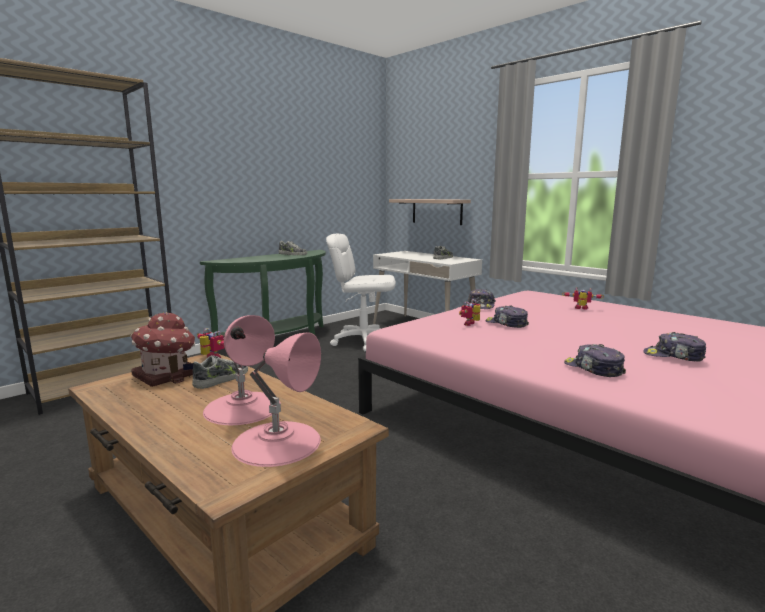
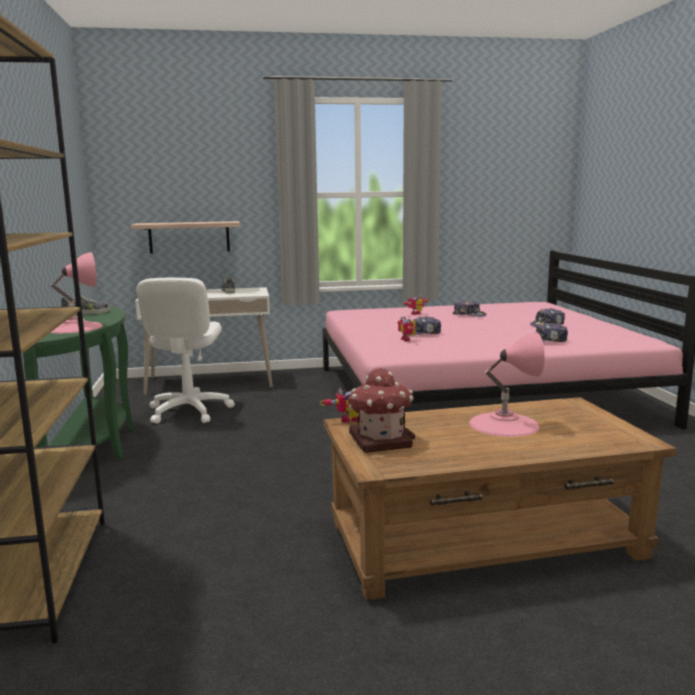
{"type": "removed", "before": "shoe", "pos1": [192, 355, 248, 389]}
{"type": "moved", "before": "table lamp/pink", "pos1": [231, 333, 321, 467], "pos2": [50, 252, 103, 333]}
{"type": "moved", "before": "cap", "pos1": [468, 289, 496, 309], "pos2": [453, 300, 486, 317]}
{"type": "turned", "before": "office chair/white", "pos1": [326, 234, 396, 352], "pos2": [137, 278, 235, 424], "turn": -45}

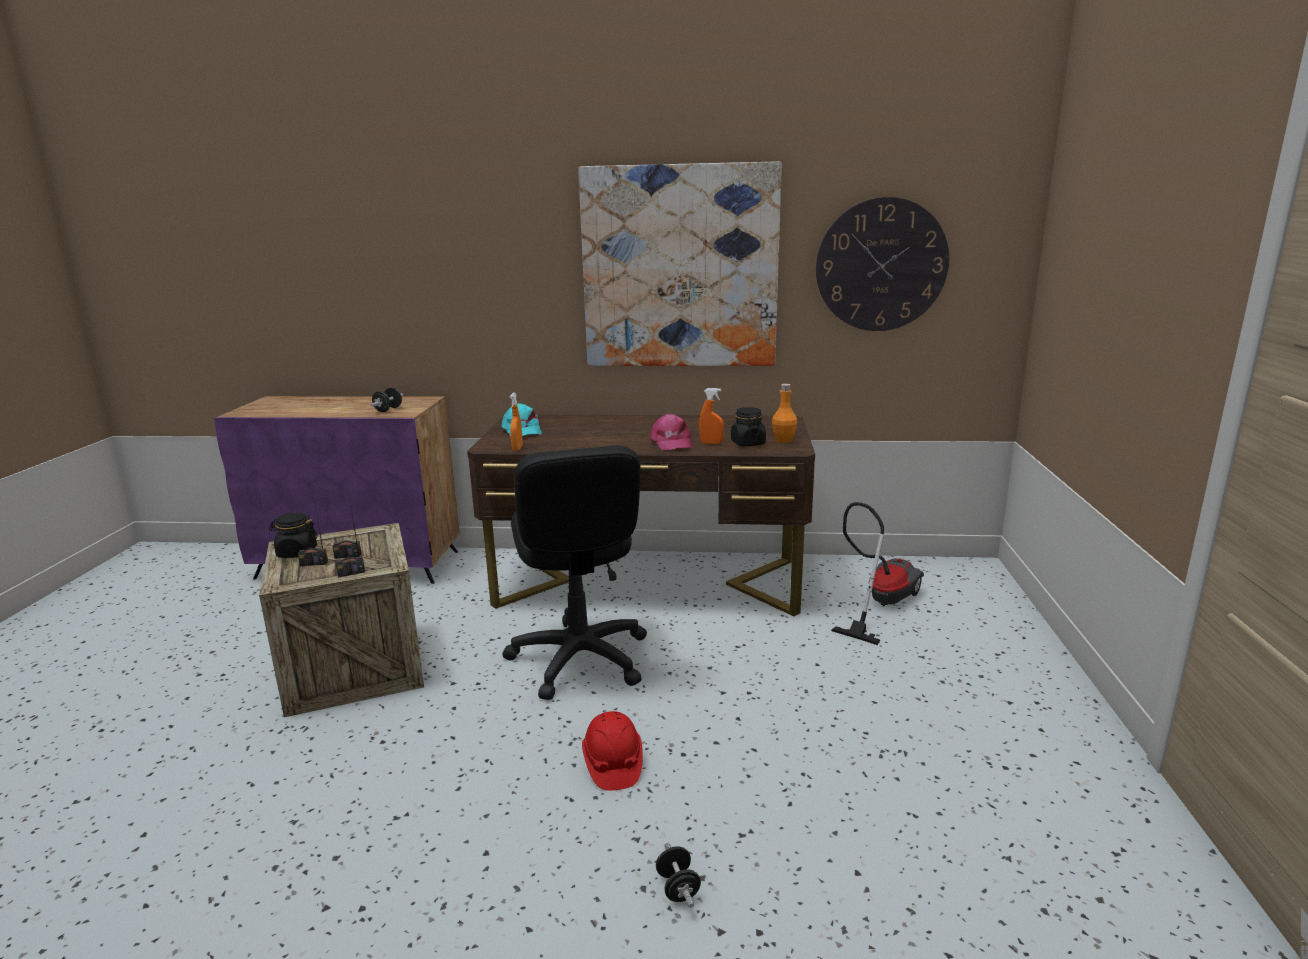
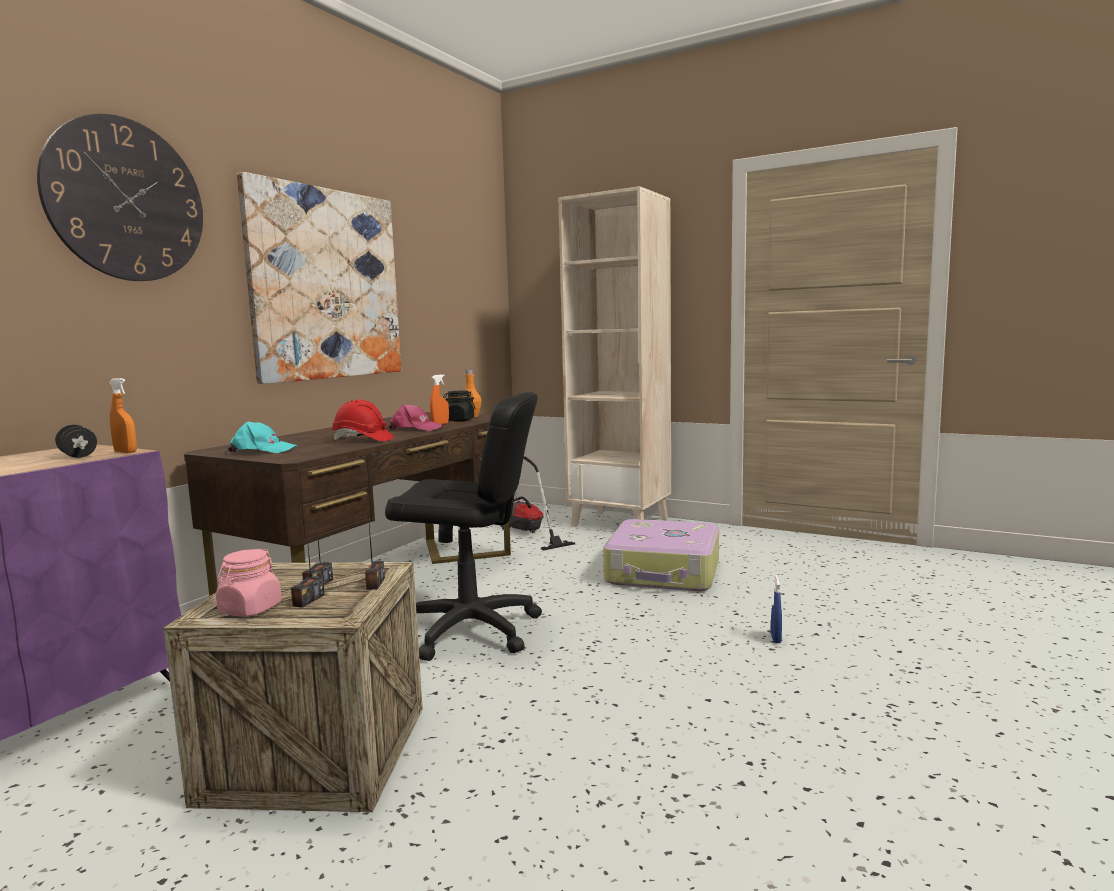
{"type": "added", "after": "bookcase/beige", "pos2": [558, 186, 671, 527]}
{"type": "added", "after": "suitcase", "pos2": [603, 519, 719, 591]}
{"type": "moved", "before": "spray bottle/orange", "pos1": [510, 392, 523, 451], "pos2": [109, 378, 137, 453]}
{"type": "moved", "before": "hard hat/red", "pos1": [582, 711, 643, 791], "pos2": [332, 399, 394, 441]}
{"type": "moved", "before": "wall clock", "pos1": [816, 197, 949, 331], "pos2": [37, 114, 203, 281]}
{"type": "replaced", "before": "dumbbell/black", "after": "spray bottle/blue", "pos1": [656, 843, 701, 908], "pos2": [771, 575, 782, 643]}
{"type": "recoloured", "before": "jar/black", "after": "jar/pink", "pos1": [269, 512, 318, 558], "pos2": [216, 549, 282, 617]}

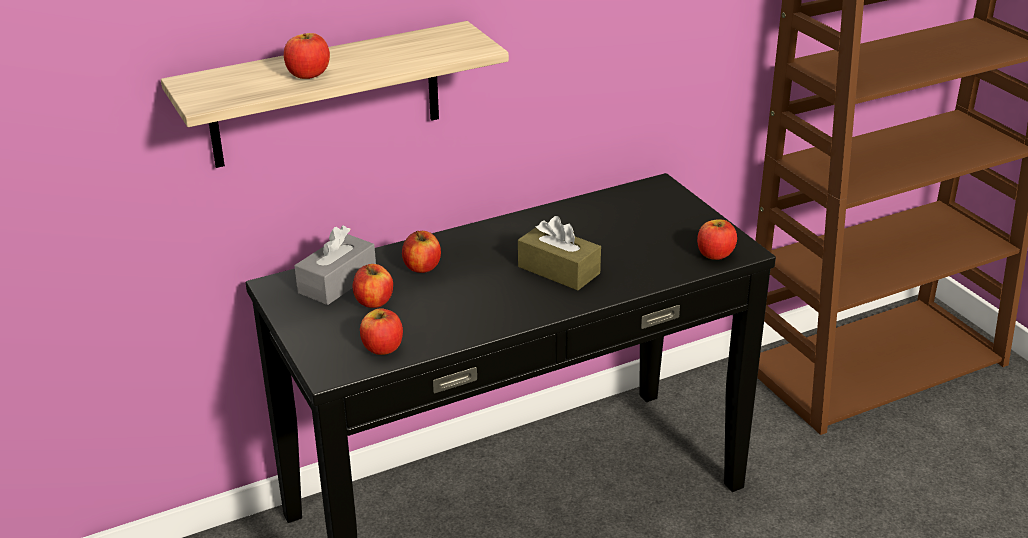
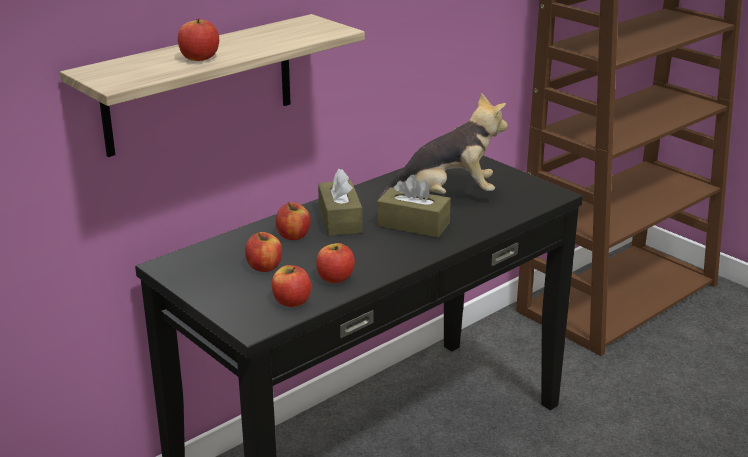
{"type": "removed", "before": "tissue box/grey", "pos1": [294, 226, 376, 305]}
{"type": "added", "after": "tissue box/brown", "pos2": [318, 169, 362, 236]}
{"type": "added", "after": "plush toy", "pos2": [377, 93, 508, 201]}
{"type": "moved", "before": "apple", "pos1": [697, 219, 737, 260], "pos2": [316, 243, 355, 283]}

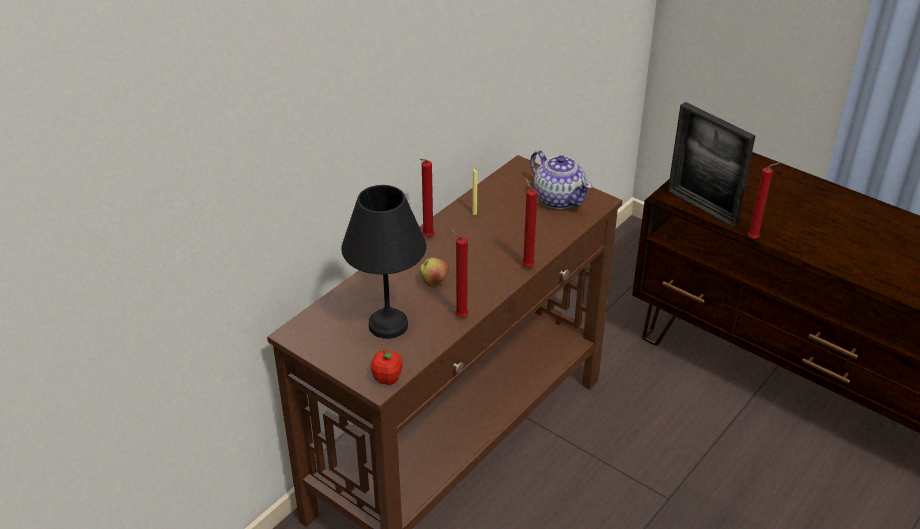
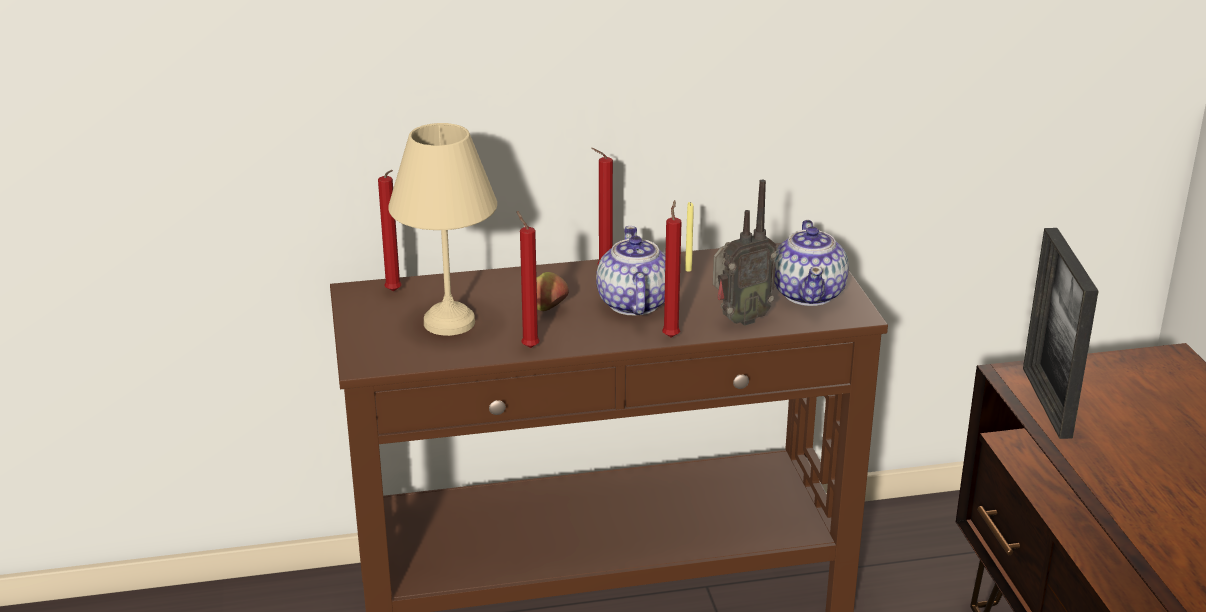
{"type": "removed", "before": "apple", "pos1": [371, 343, 402, 385]}
{"type": "added", "after": "teapot", "pos2": [596, 226, 665, 315]}
{"type": "added", "after": "radio", "pos2": [713, 180, 777, 326]}
{"type": "moved", "before": "candle/red", "pos1": [748, 163, 780, 239], "pos2": [378, 170, 402, 292]}
{"type": "recoloured", "before": "table lamp/black", "after": "table lamp/beige", "pos1": [341, 185, 427, 339], "pos2": [388, 123, 497, 336]}

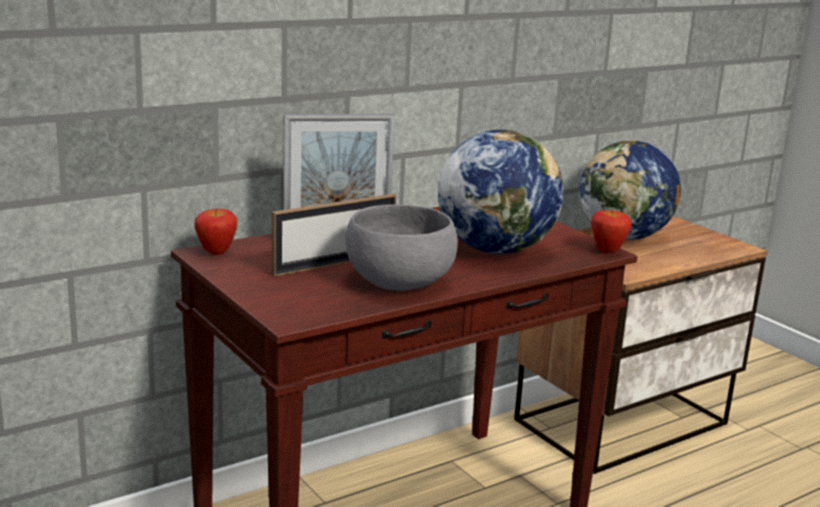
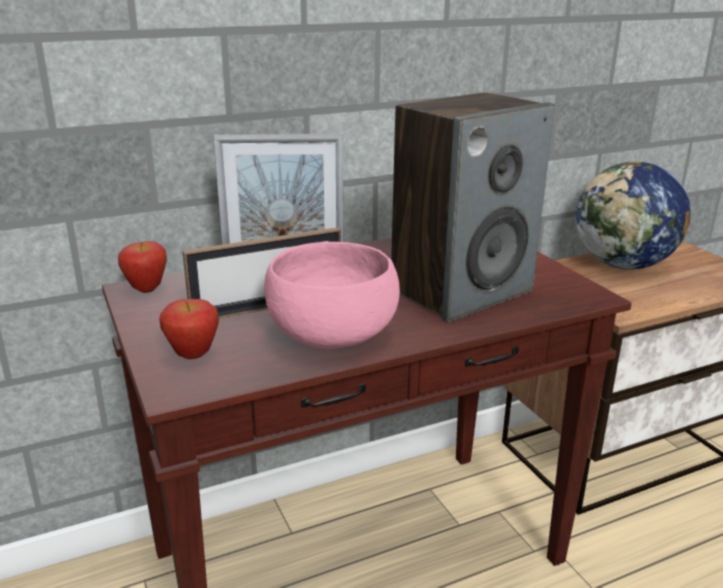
{"type": "moved", "before": "apple", "pos1": [591, 210, 632, 253], "pos2": [159, 299, 219, 359]}
{"type": "replaced", "before": "globe", "after": "speaker", "pos1": [438, 130, 564, 254], "pos2": [391, 92, 555, 322]}
{"type": "recoloured", "before": "bowl/grey", "after": "bowl/pink", "pos1": [345, 204, 458, 291], "pos2": [264, 242, 400, 349]}

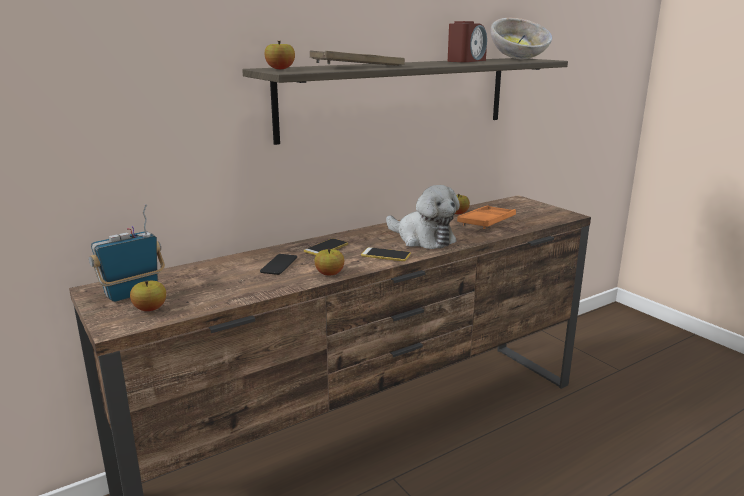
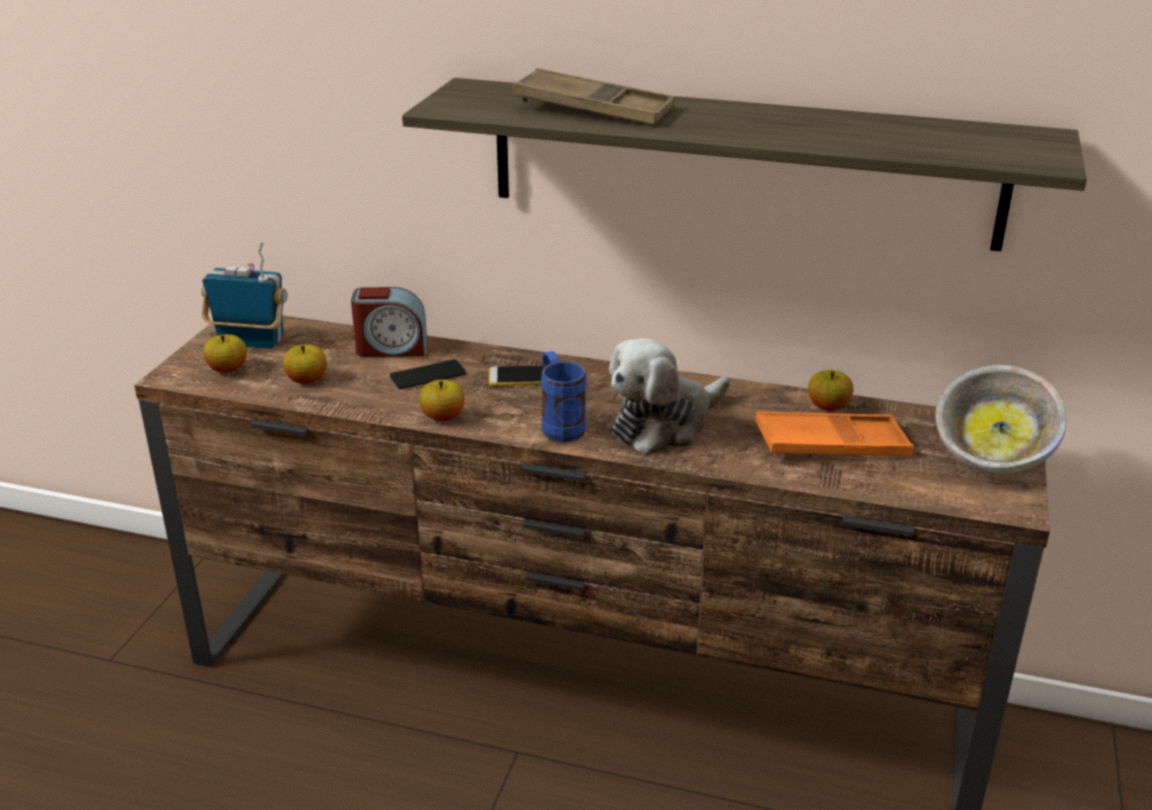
{"type": "moved", "before": "apple", "pos1": [264, 41, 295, 69], "pos2": [283, 345, 327, 384]}
{"type": "moved", "before": "alarm clock", "pos1": [448, 21, 487, 63], "pos2": [351, 287, 427, 357]}
{"type": "moved", "before": "bowl", "pos1": [490, 18, 552, 59], "pos2": [935, 365, 1067, 474]}
{"type": "replaced", "before": "phone", "after": "mug/blue", "pos1": [361, 247, 411, 261], "pos2": [541, 351, 586, 442]}
{"type": "turned", "before": "plush toy", "pos1": [386, 185, 460, 249], "pos2": [609, 338, 730, 455], "turn": 45}

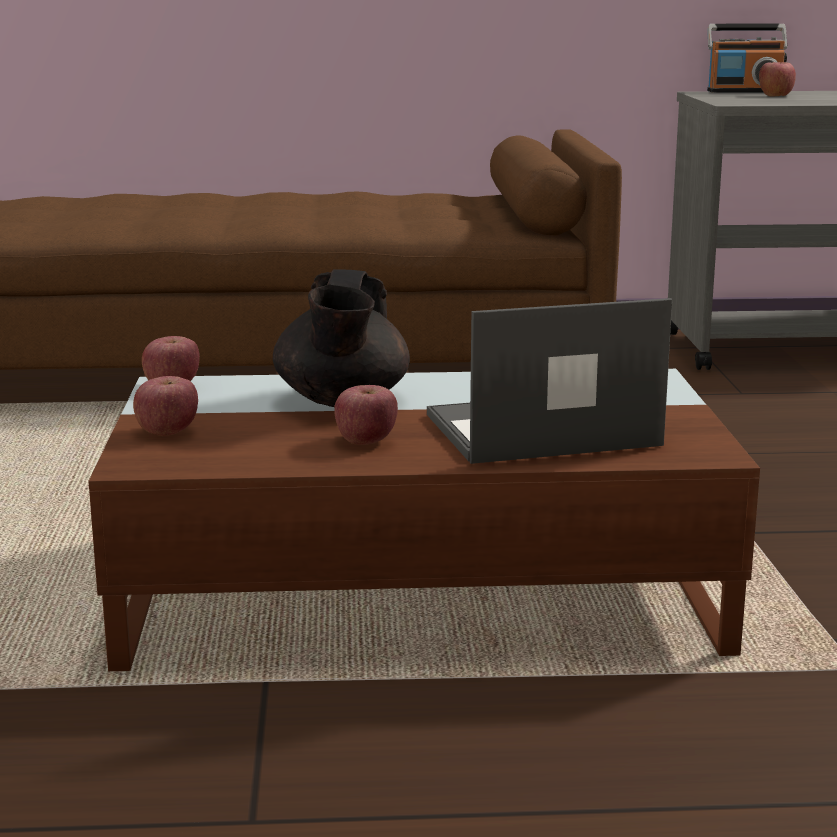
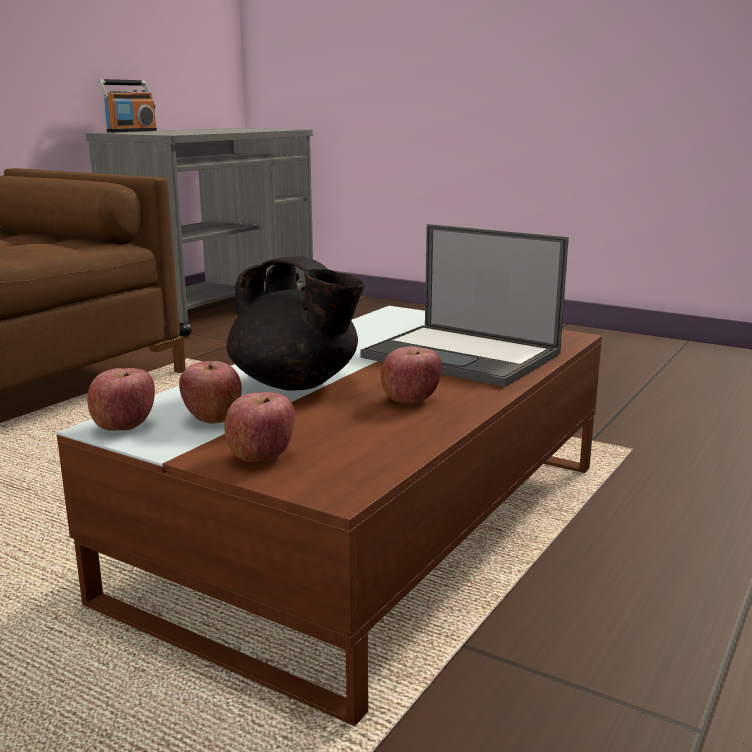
{"type": "moved", "before": "apple", "pos1": [759, 62, 796, 97], "pos2": [179, 361, 242, 424]}
{"type": "turned", "before": "laptop", "pos1": [427, 298, 672, 464], "pos2": [361, 224, 569, 387], "turn": -75}

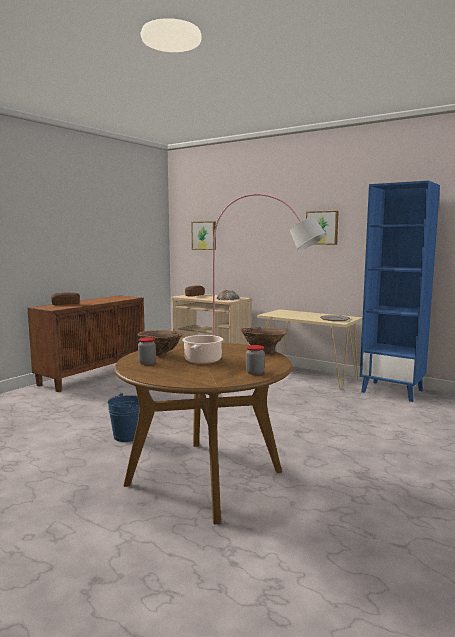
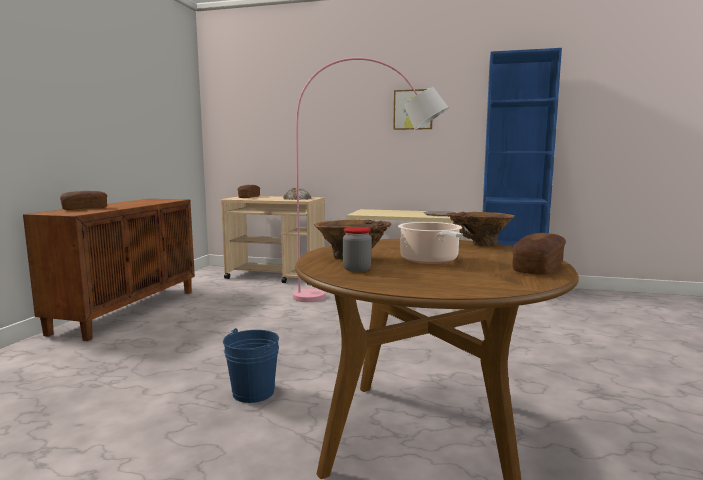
{"type": "removed", "before": "picture", "pos1": [191, 221, 216, 250]}
{"type": "replaced", "before": "jar", "after": "bread", "pos1": [246, 345, 265, 375], "pos2": [512, 233, 566, 275]}

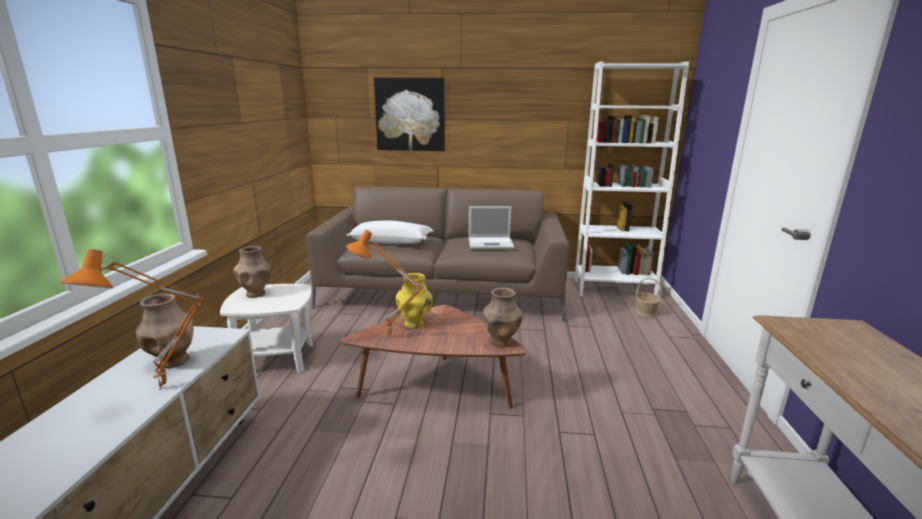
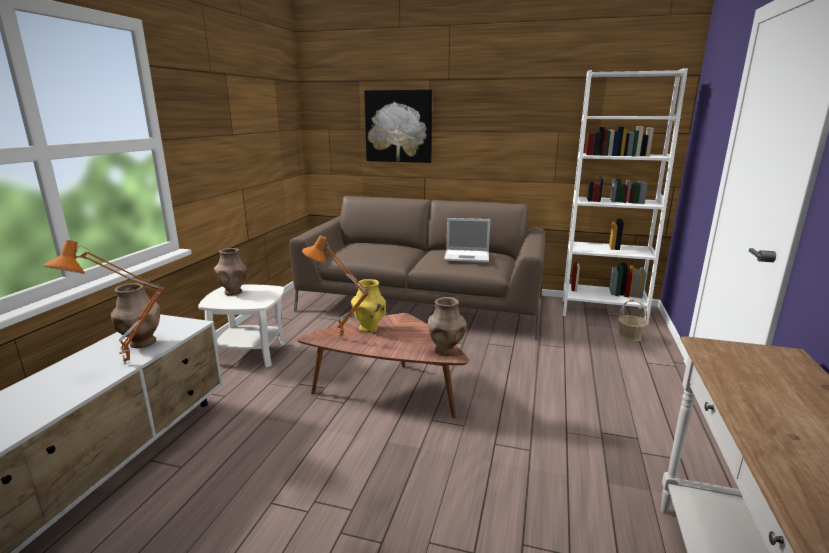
{"type": "removed", "before": "pillow/white", "pos1": [347, 220, 433, 244]}

